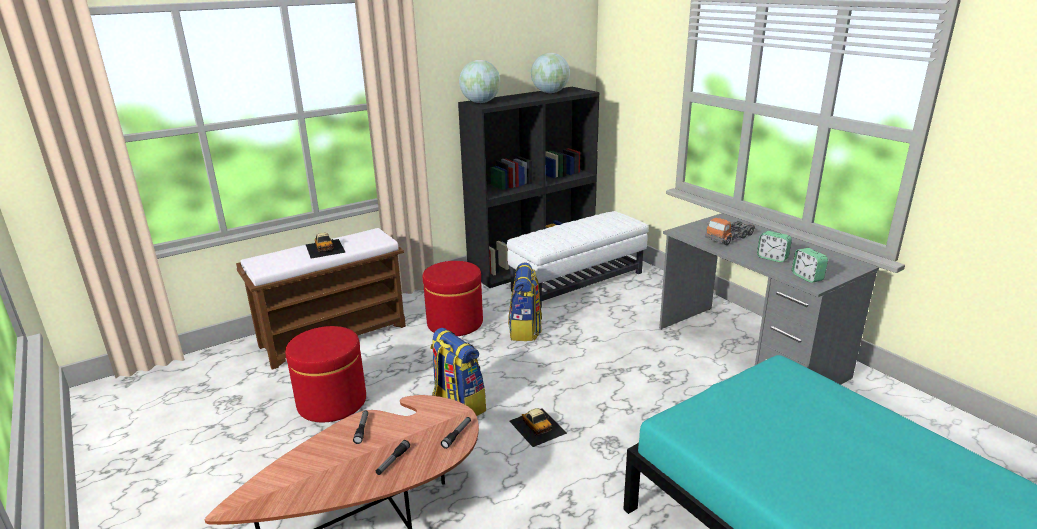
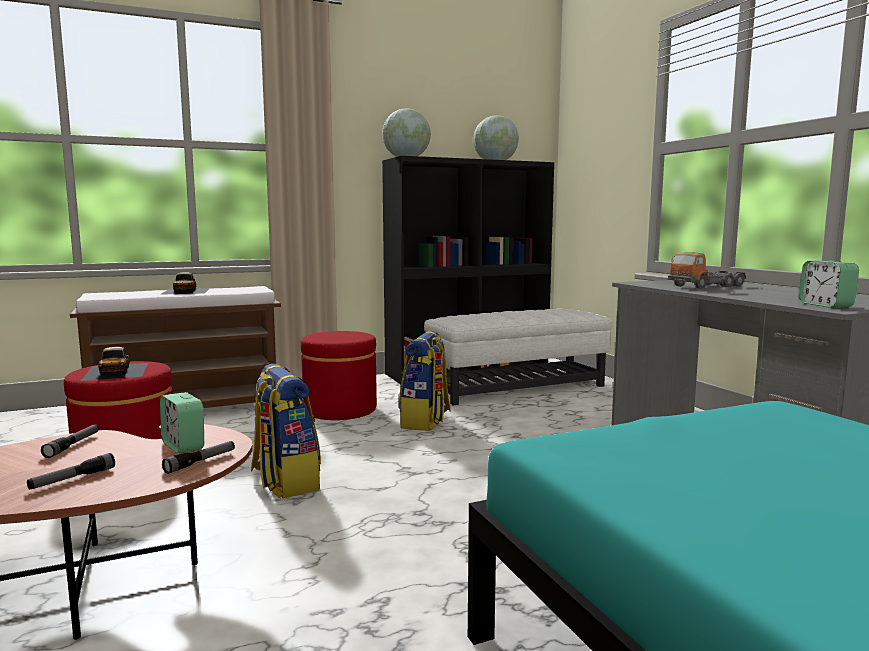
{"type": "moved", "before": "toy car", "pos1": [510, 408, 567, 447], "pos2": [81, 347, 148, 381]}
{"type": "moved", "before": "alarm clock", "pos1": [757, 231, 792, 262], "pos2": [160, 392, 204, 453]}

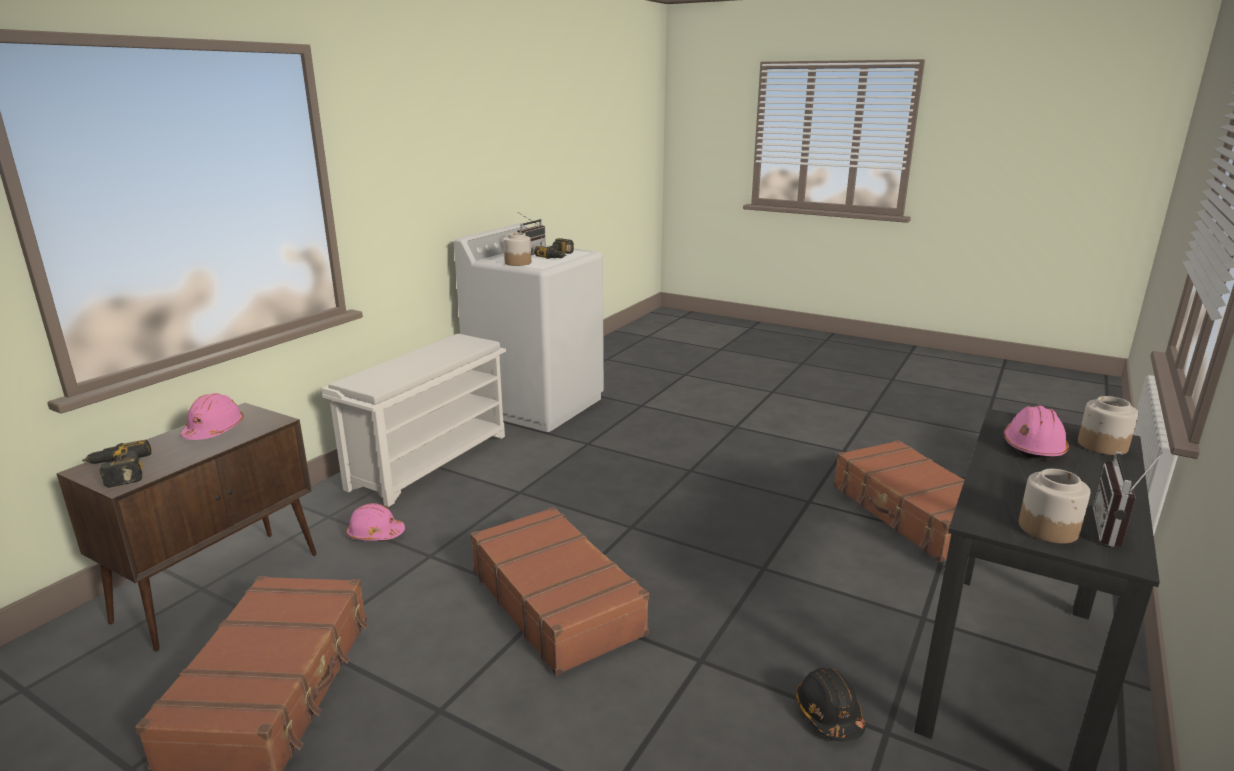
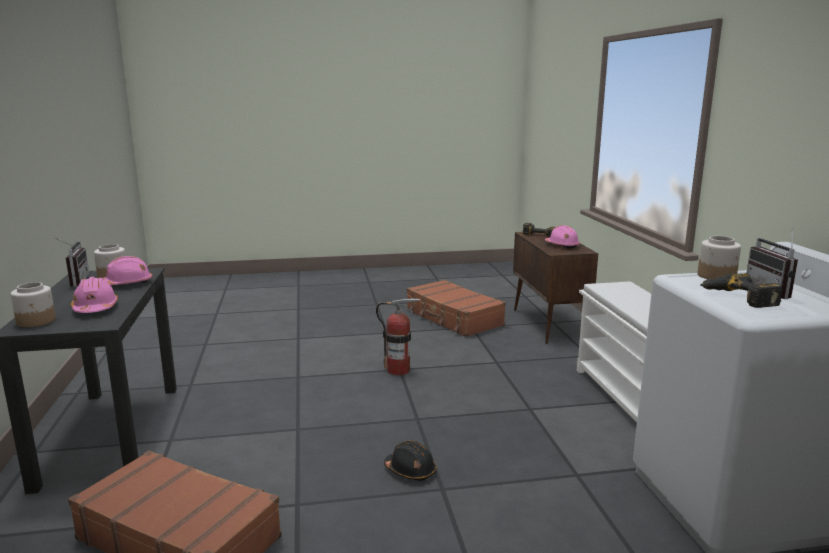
{"type": "moved", "before": "hard hat/pink", "pos1": [346, 503, 405, 541], "pos2": [103, 256, 152, 285]}
{"type": "moved", "before": "hard hat/black", "pos1": [796, 668, 865, 742], "pos2": [384, 440, 436, 481]}
{"type": "replaced", "before": "suitcase/brown", "after": "fire extinguisher", "pos1": [470, 507, 649, 676], "pos2": [376, 299, 420, 376]}

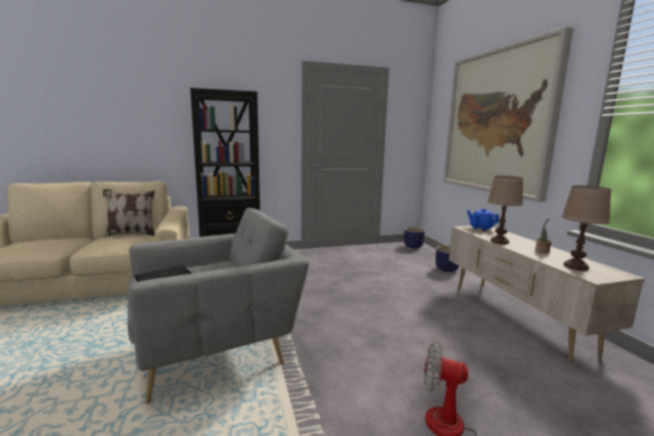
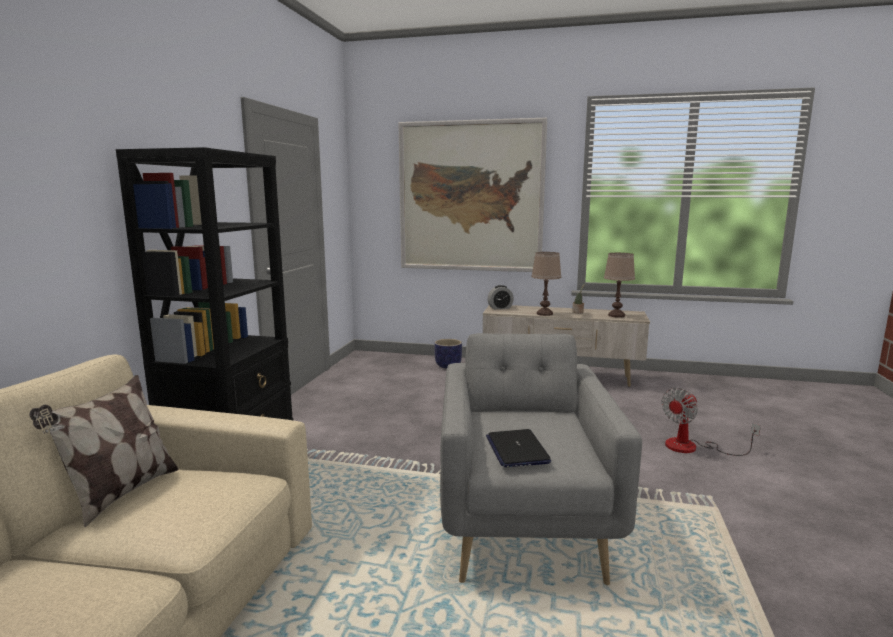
{"type": "removed", "before": "planter", "pos1": [404, 227, 425, 249]}
{"type": "replaced", "before": "teapot/blue", "after": "alarm clock", "pos1": [467, 209, 499, 231], "pos2": [487, 285, 514, 309]}

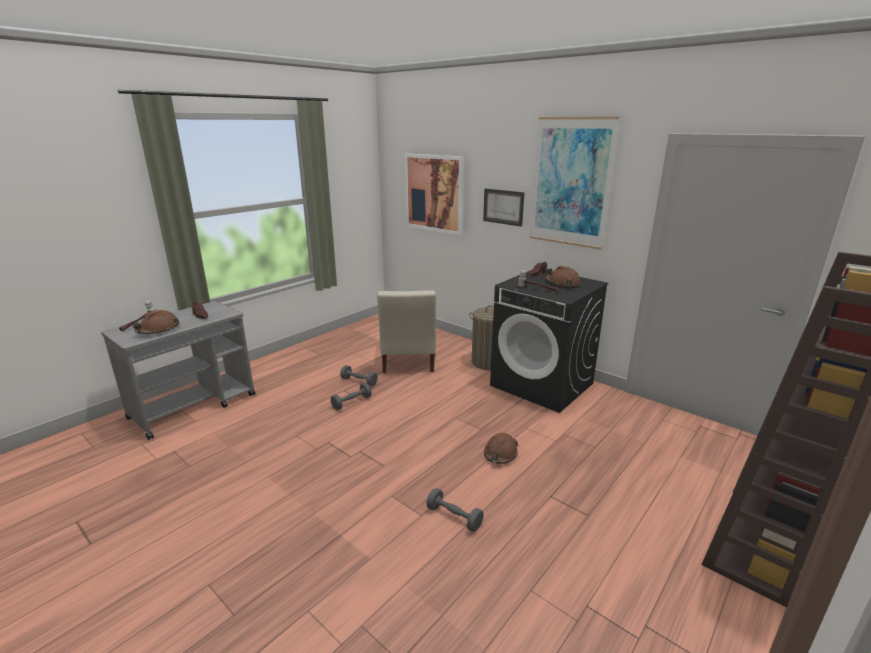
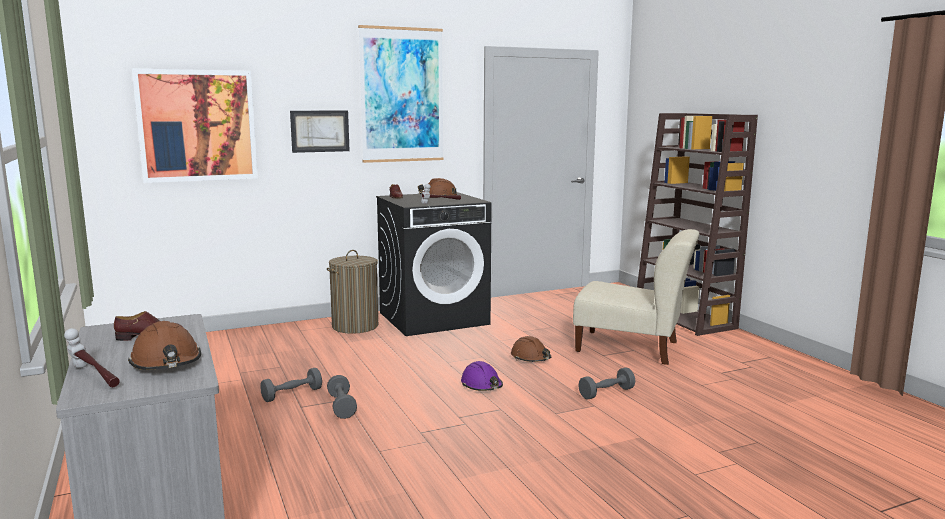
{"type": "added", "after": "hard hat/purple", "pos2": [461, 361, 503, 391]}
{"type": "moved", "before": "chair/beige", "pos1": [377, 290, 436, 373], "pos2": [573, 229, 699, 365]}

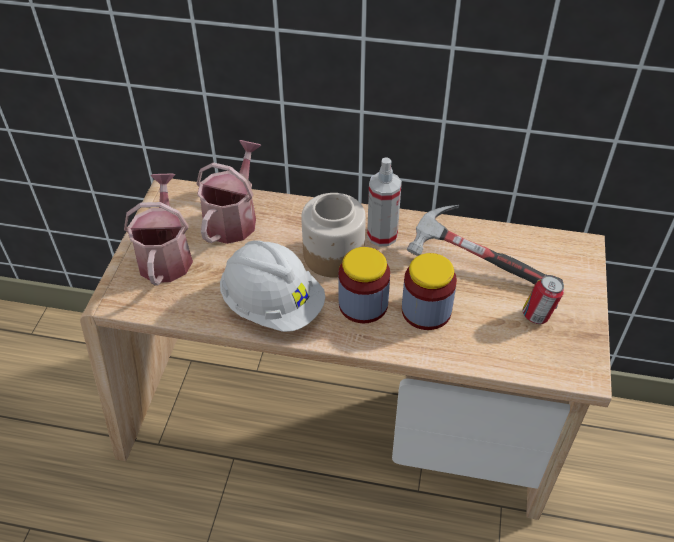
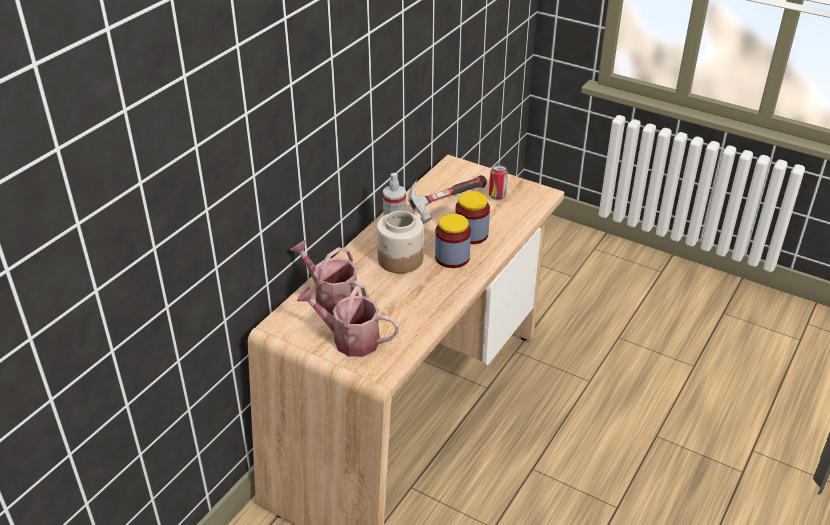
{"type": "removed", "before": "hard hat/white", "pos1": [220, 240, 325, 332]}

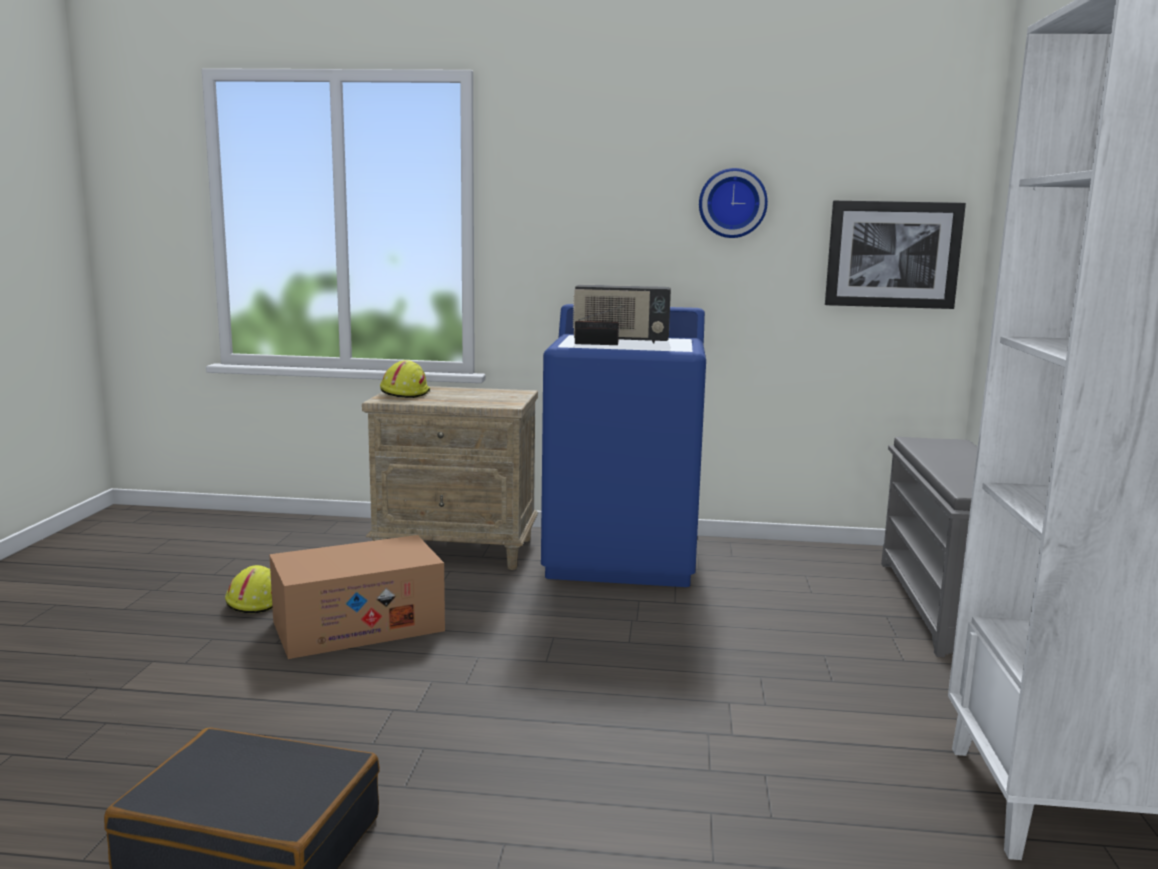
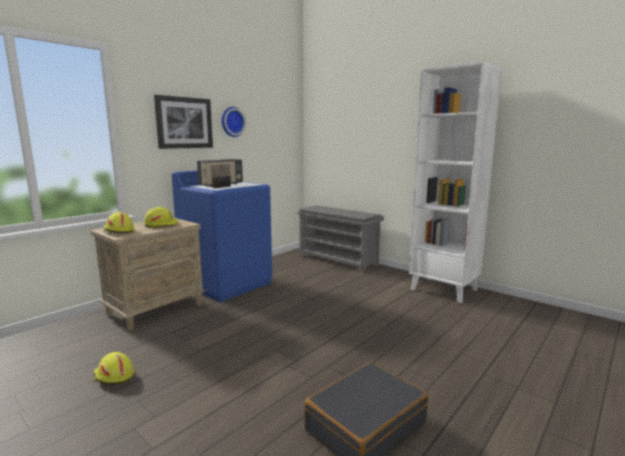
{"type": "removed", "before": "cardboard box", "pos1": [269, 535, 445, 659]}
{"type": "added", "after": "hard hat/yellow", "pos2": [144, 207, 179, 228]}
{"type": "moved", "before": "picture", "pos1": [825, 200, 966, 309], "pos2": [154, 95, 213, 149]}

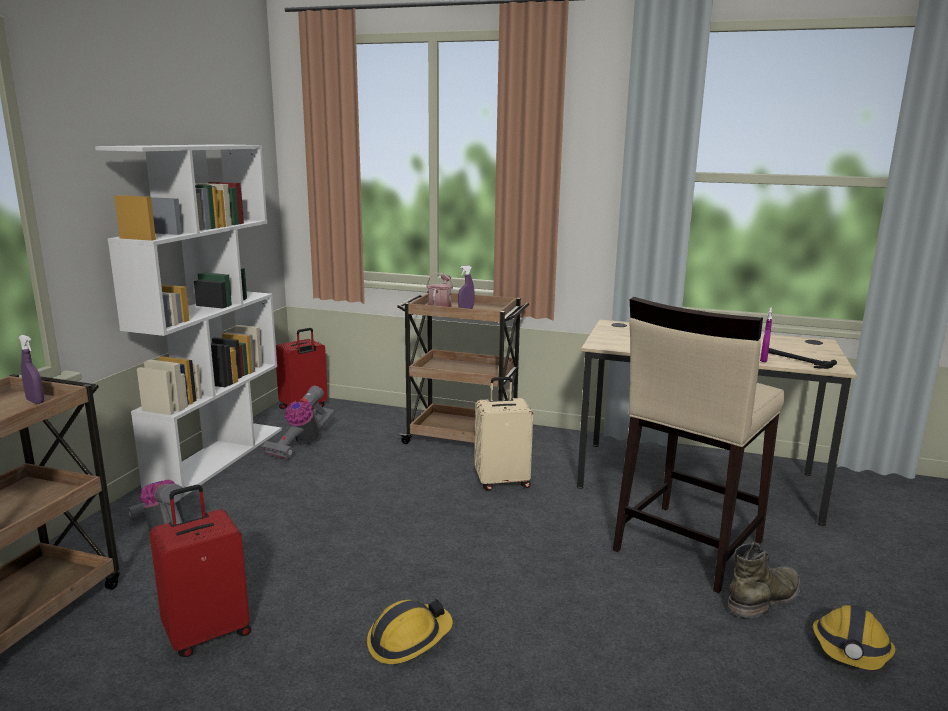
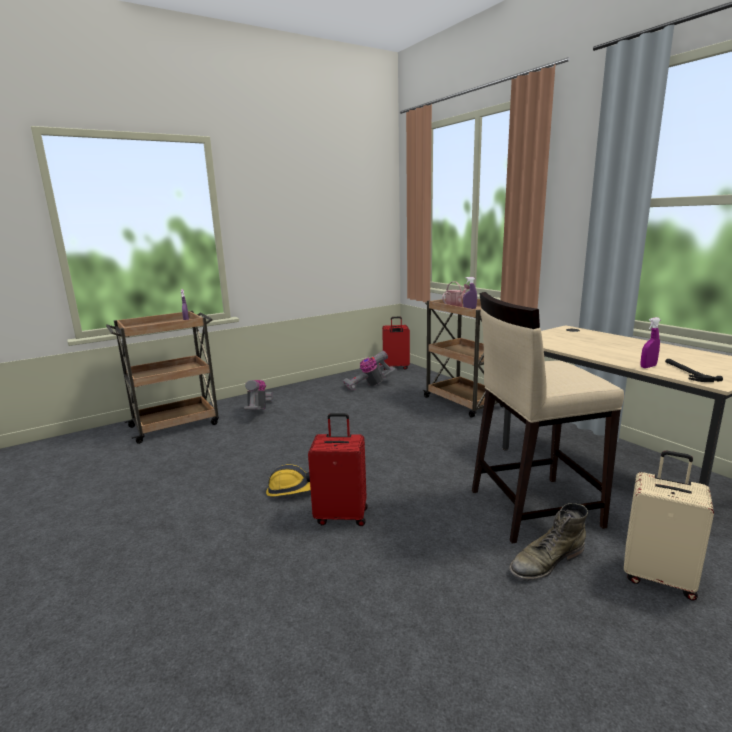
{"type": "removed", "before": "bookcase/white", "pos1": [95, 144, 282, 497]}
{"type": "removed", "before": "hard hat", "pos1": [813, 605, 896, 670]}
{"type": "moved", "before": "suitcase/red", "pos1": [149, 485, 251, 657], "pos2": [308, 413, 368, 526]}
{"type": "moved", "before": "suitcase/beige", "pos1": [475, 377, 533, 491], "pos2": [624, 451, 714, 601]}
{"type": "turned", "before": "boot/green", "pos1": [727, 542, 801, 618], "pos2": [509, 503, 588, 581], "turn": 150}

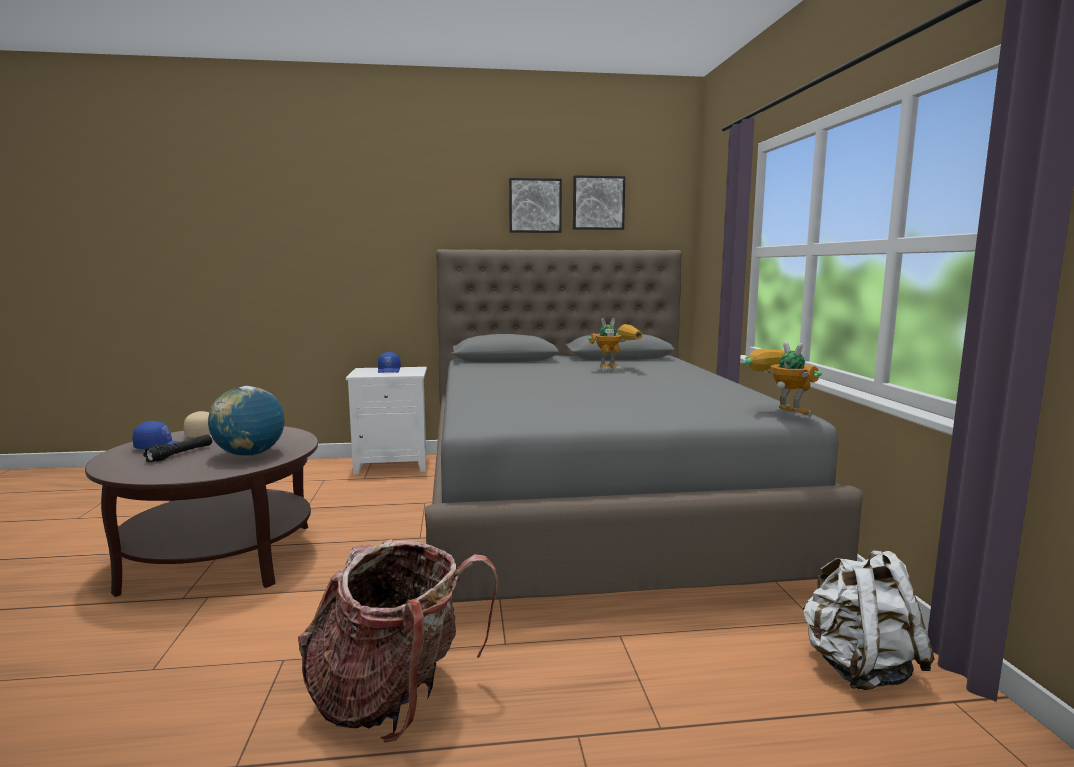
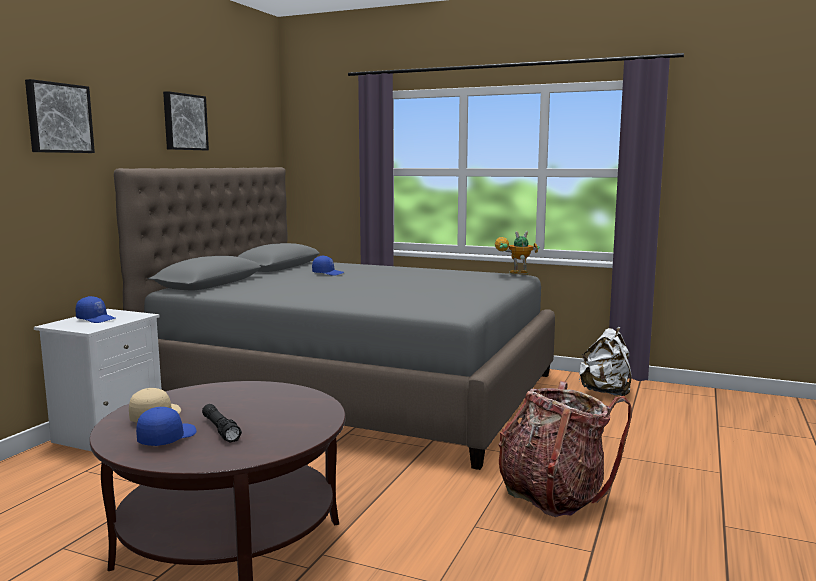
{"type": "removed", "before": "globe", "pos1": [208, 386, 285, 456]}
{"type": "moved", "before": "picture", "pos1": [573, 175, 625, 230], "pos2": [25, 79, 95, 153]}
{"type": "replaced", "before": "toy robot", "after": "cap/blue", "pos1": [588, 318, 643, 372], "pos2": [312, 255, 344, 276]}

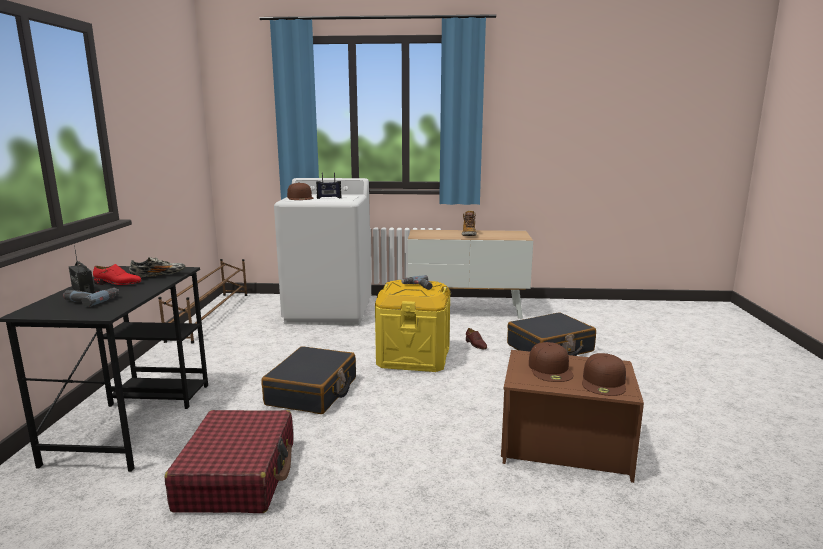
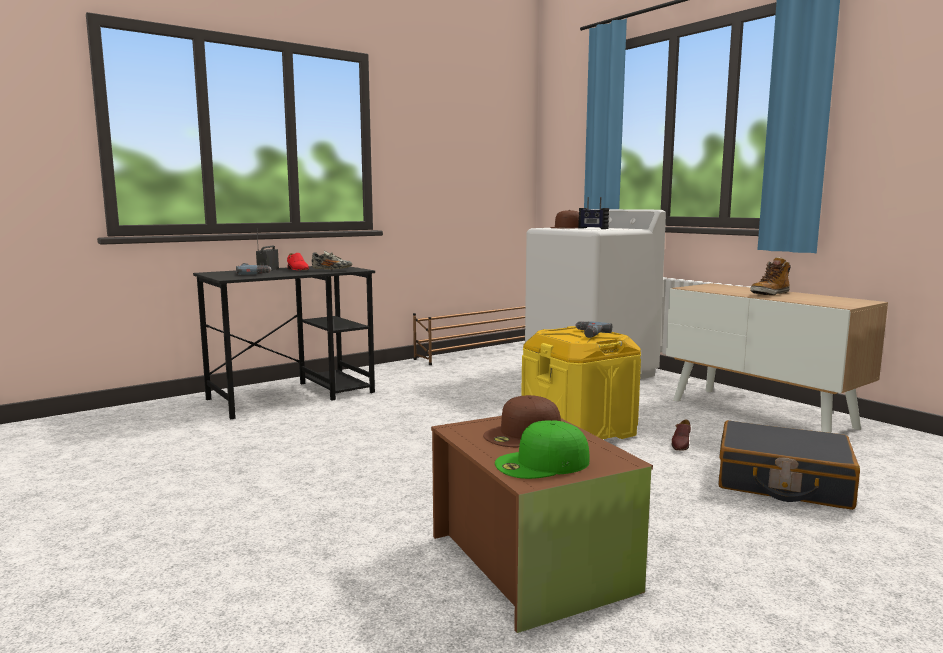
{"type": "removed", "before": "suitcase/red", "pos1": [165, 410, 293, 513]}
{"type": "removed", "before": "suitcase/black", "pos1": [261, 346, 356, 414]}
{"type": "recoloured", "before": "cap/brown", "after": "cap/green", "pos1": [582, 353, 626, 396], "pos2": [495, 420, 590, 479]}

